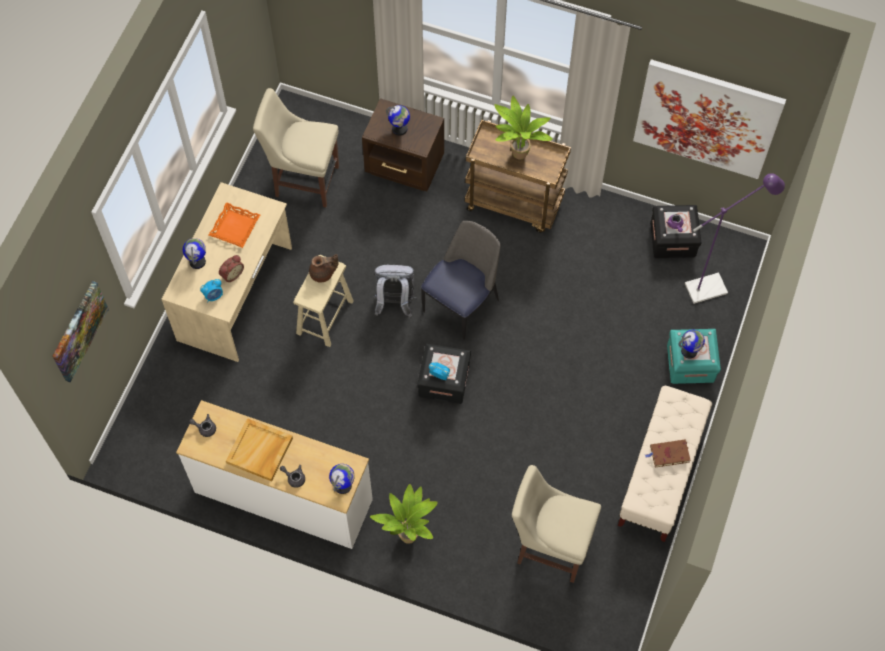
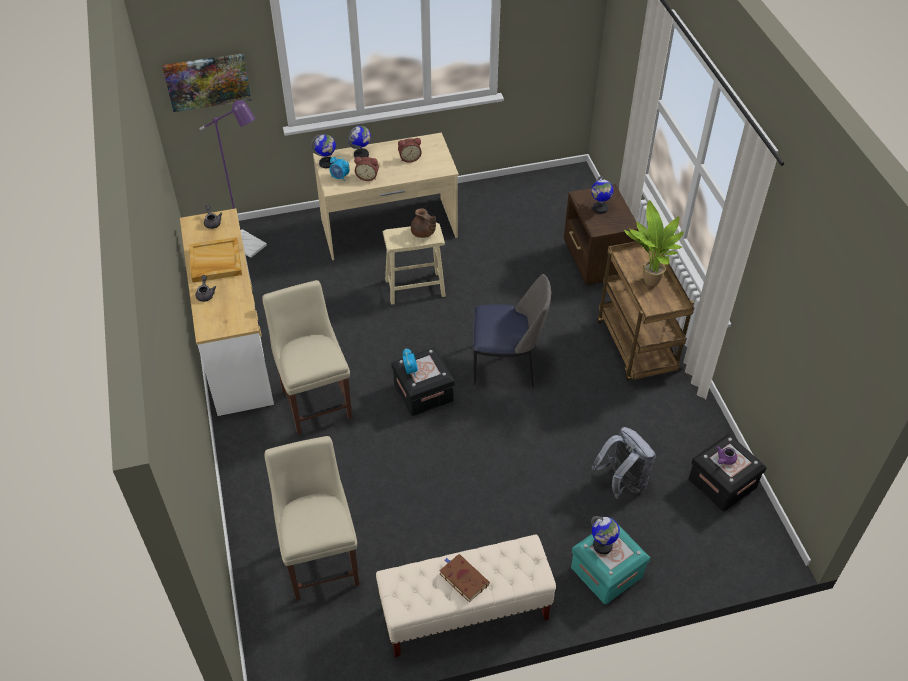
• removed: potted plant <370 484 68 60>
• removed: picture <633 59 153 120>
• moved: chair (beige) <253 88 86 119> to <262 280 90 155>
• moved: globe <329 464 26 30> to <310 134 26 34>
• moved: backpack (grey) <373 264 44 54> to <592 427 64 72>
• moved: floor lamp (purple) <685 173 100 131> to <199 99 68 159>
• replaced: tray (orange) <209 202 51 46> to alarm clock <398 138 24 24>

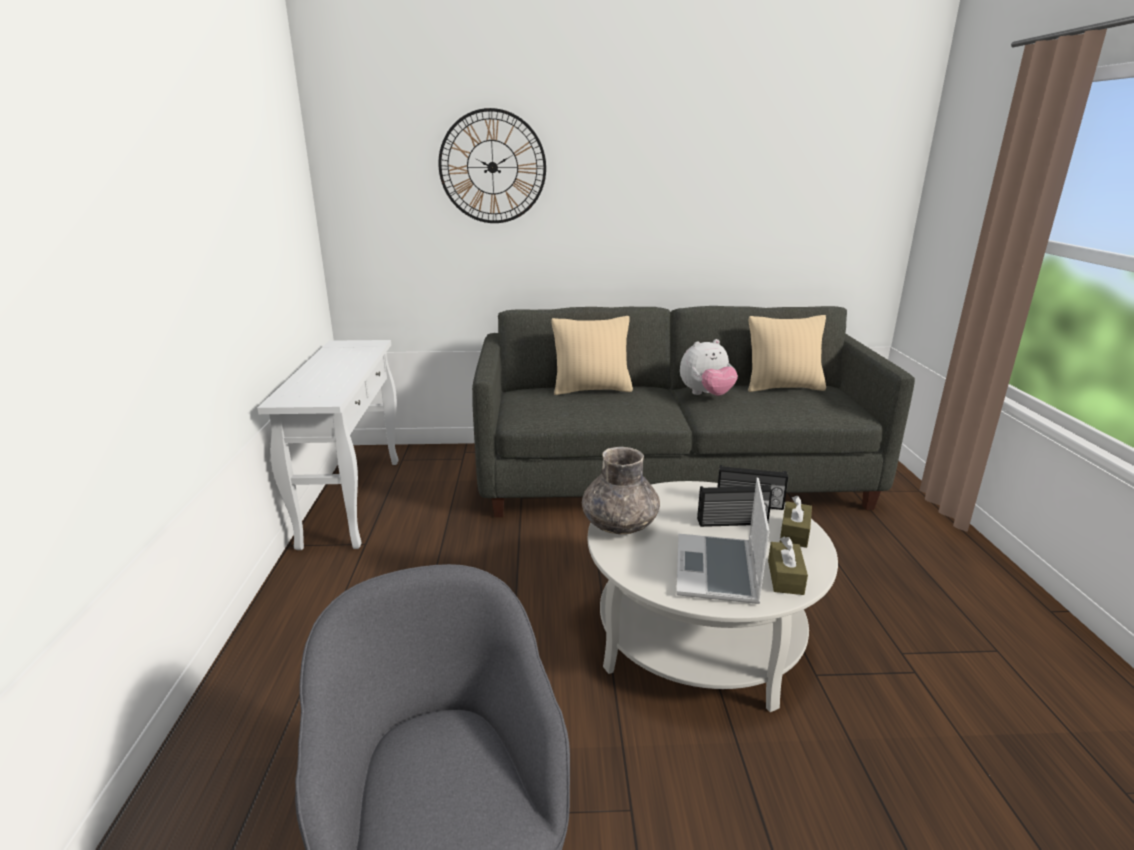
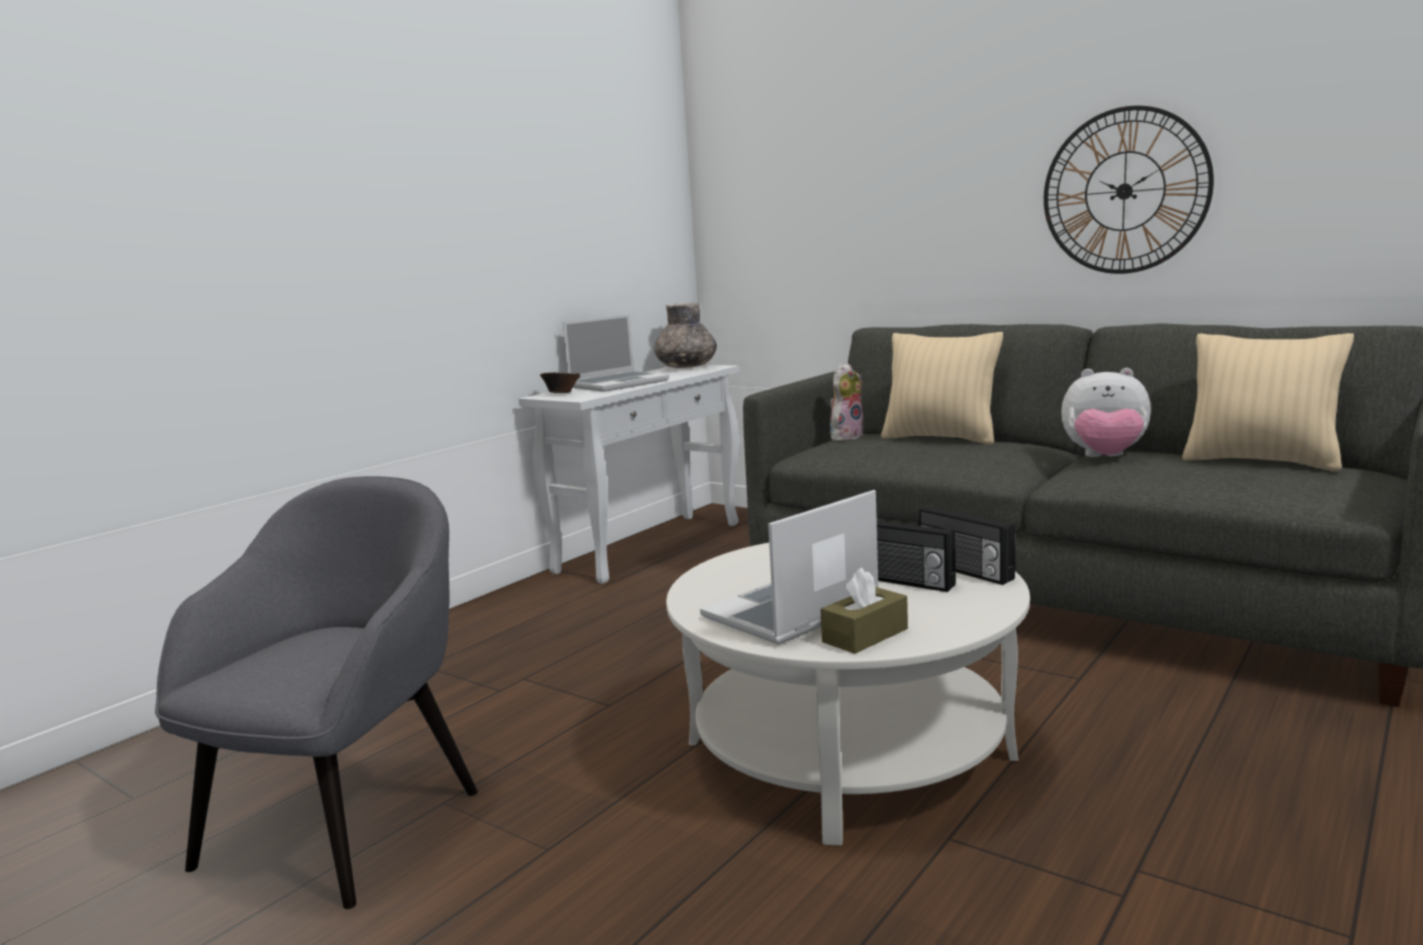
• removed: tissue box (brown) <780 496 32 52>
• added: bowl (brown) <540 372 40 21>
• added: laptop <563 314 106 78>
• added: plush toy <830 363 33 78>
• moved: wall clock <438 108 108 115> to <1044 106 170 168>
• moved: vase (grey) <582 447 78 87> to <654 303 63 65>

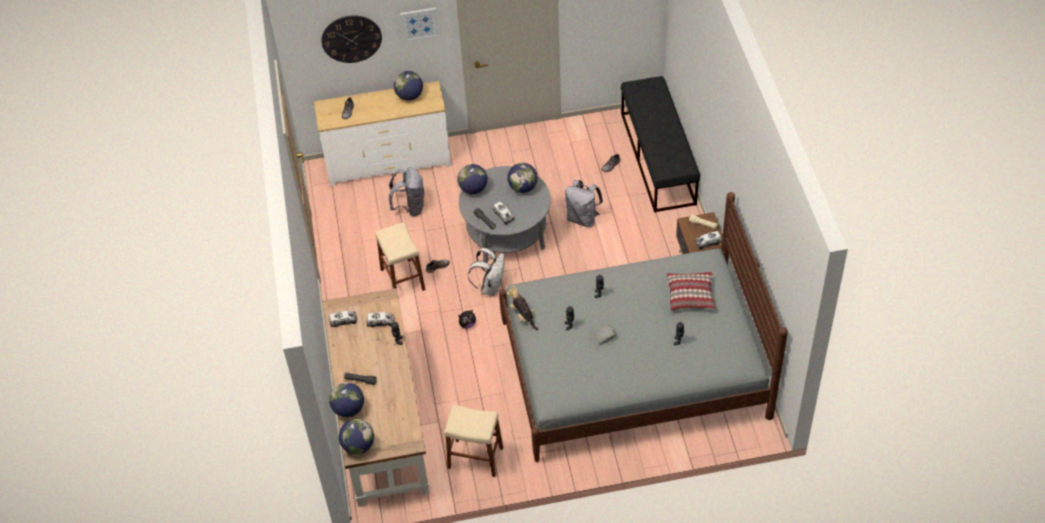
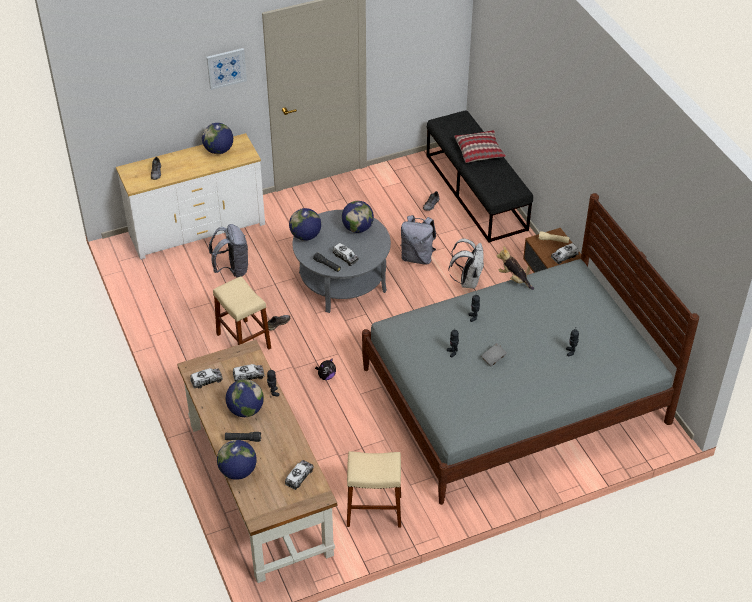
• removed: wall clock <322 15 60 48>
• added: toy truck <285 460 29 30>
• moved: globe <339 419 35 36> to <226 379 38 38>
• moved: backpack (white) <468 248 36 48> to <448 239 36 50>
• moved: plush toy <507 285 31 46> to <496 246 38 44>
• moved: pillow <667 272 49 39> to <454 130 52 33>

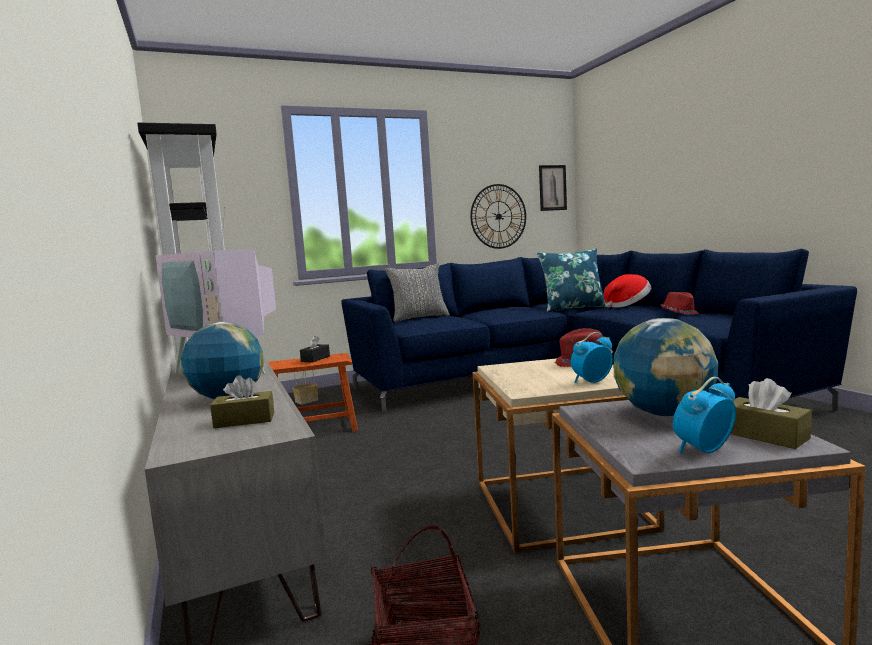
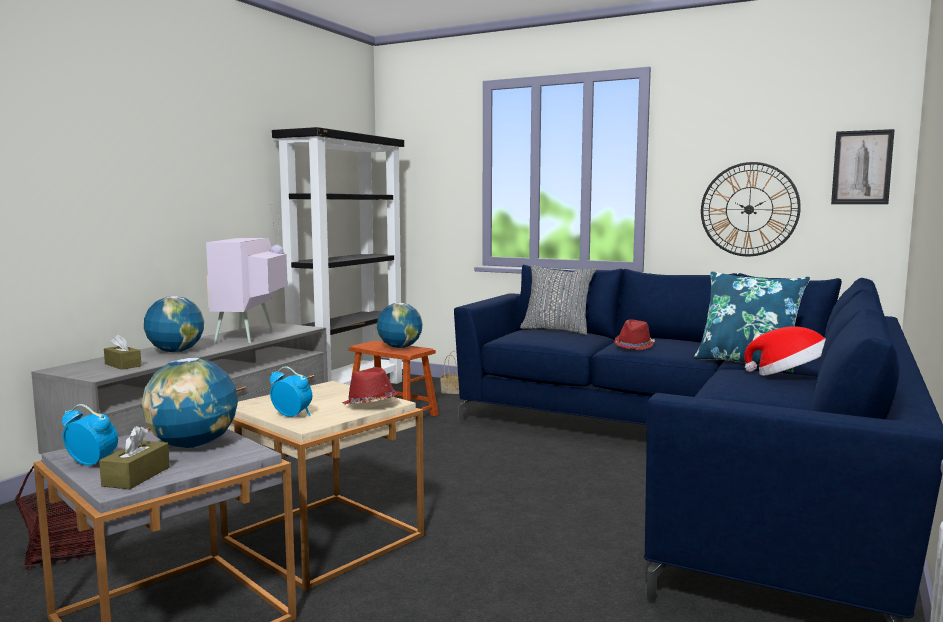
• moved: hat (red) <660 292 39 23> to <614 319 41 31>
• replaced: tissue box (black) <300 335 30 28> to globe <377 303 46 45>

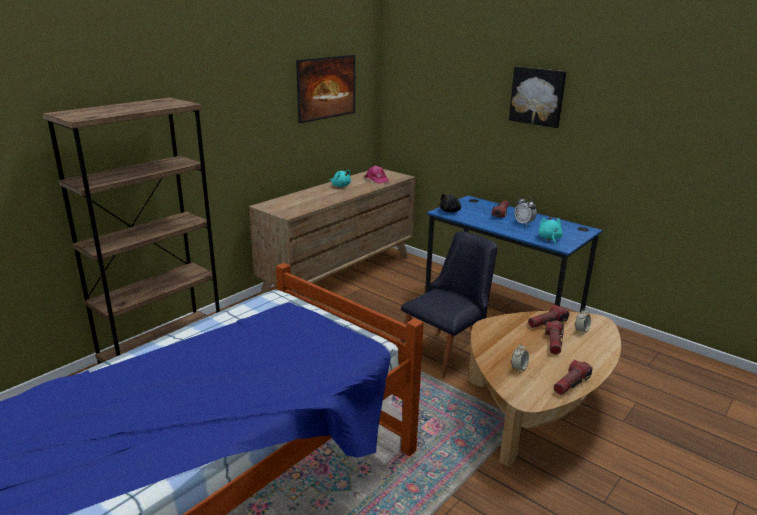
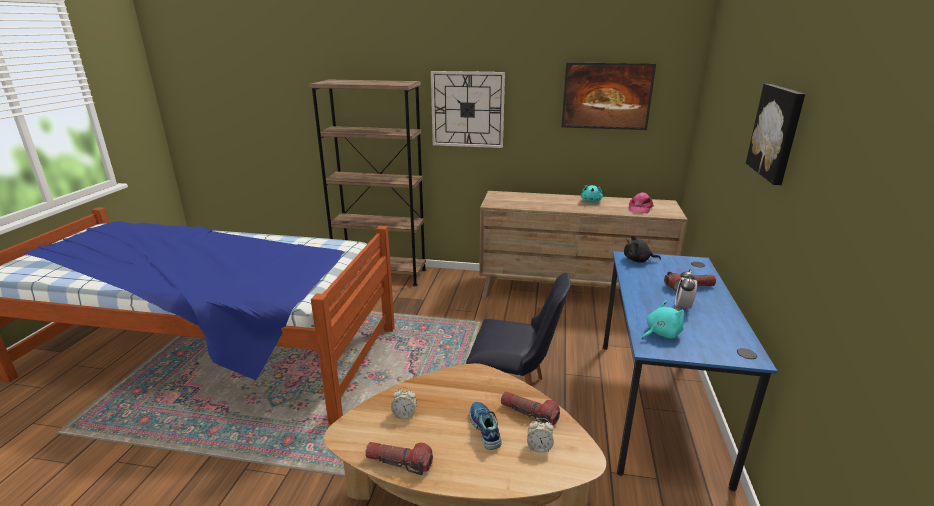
• added: wall clock <431 71 74 77>
• replaced: flashlight <545 321 19 34> to shoe <470 402 32 48>

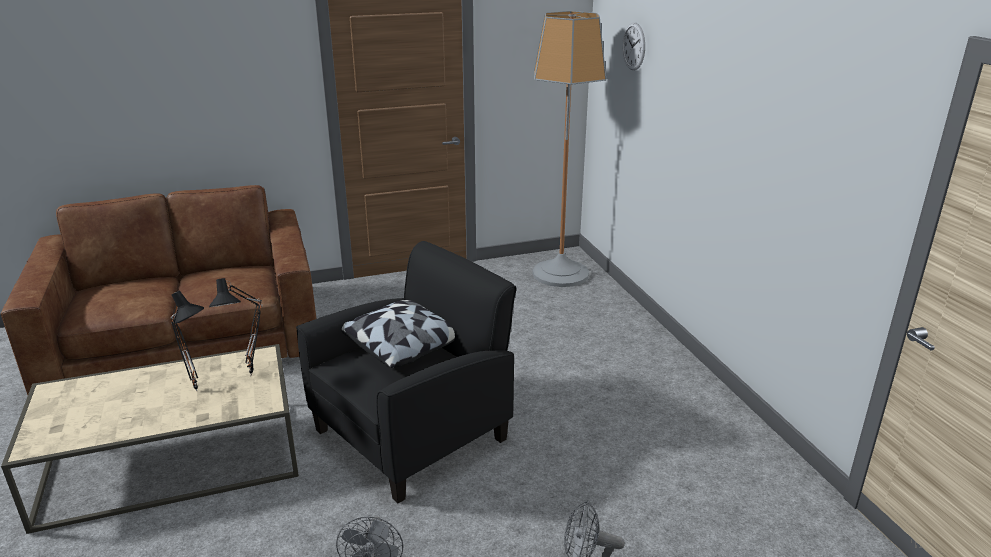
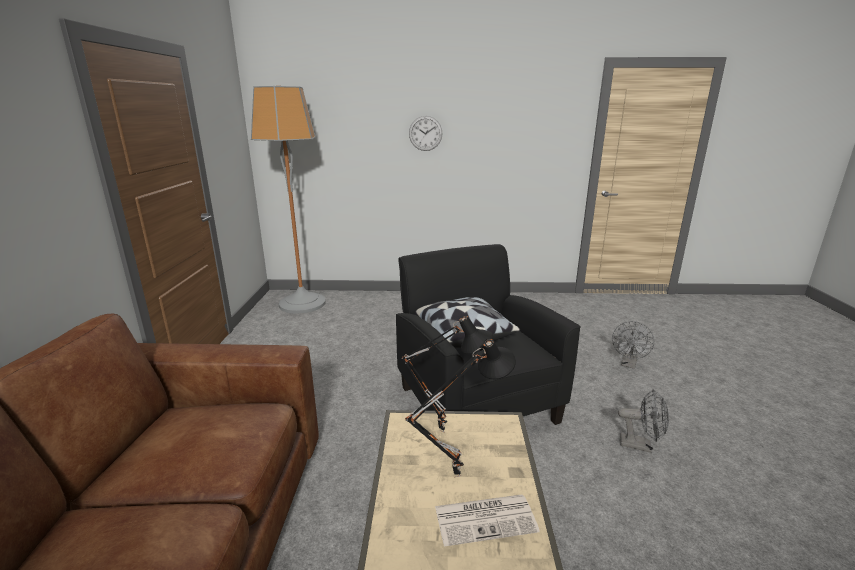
• added: newspaper <435 495 105 52>
• moved: wall clock <622 22 23 48> to <409 116 34 35>

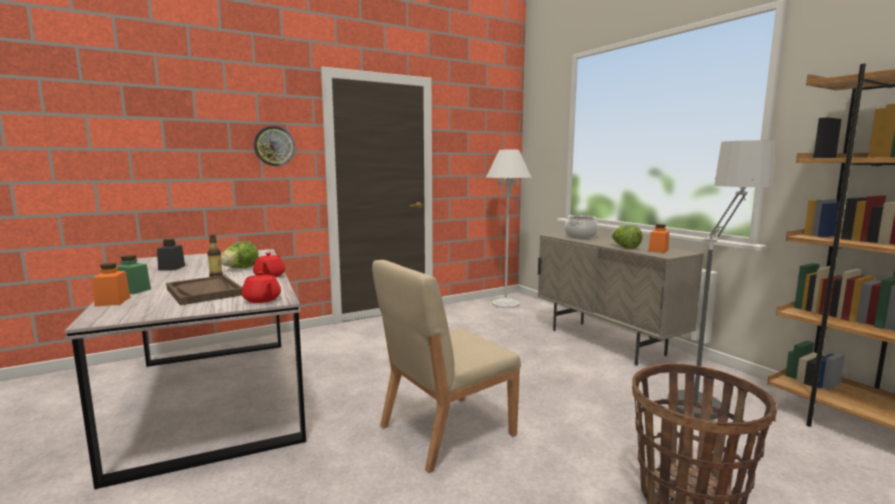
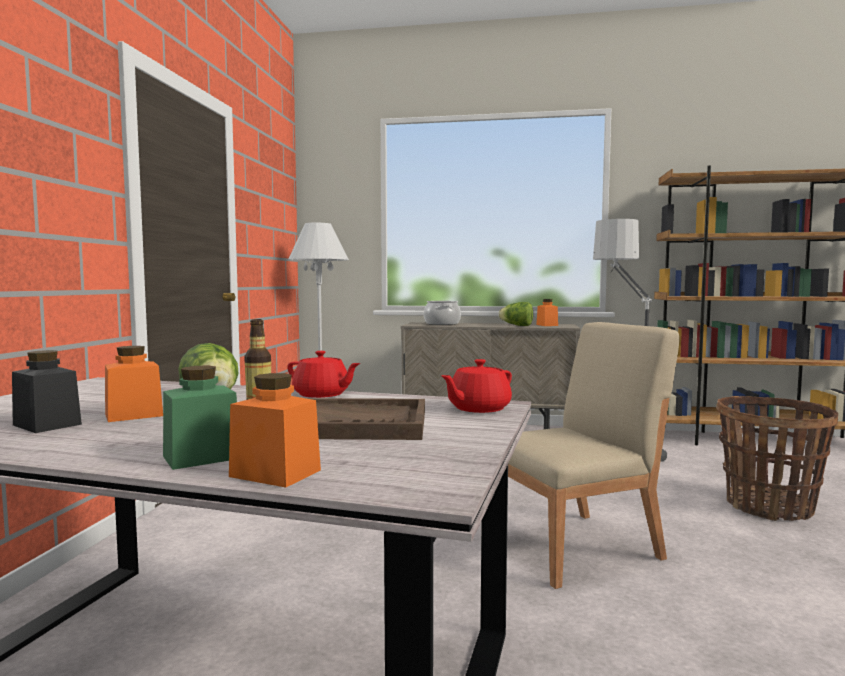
• removed: wall clock <254 126 41 40>
• added: jar (orange) <105 346 58 76>
• turned: teapot (red) <241 271 40 32> = <442 359 70 54> 135 degrees clockwise
• turned: chair (beige) <372 260 149 213> = <508 322 172 267> 120 degrees counterclockwise

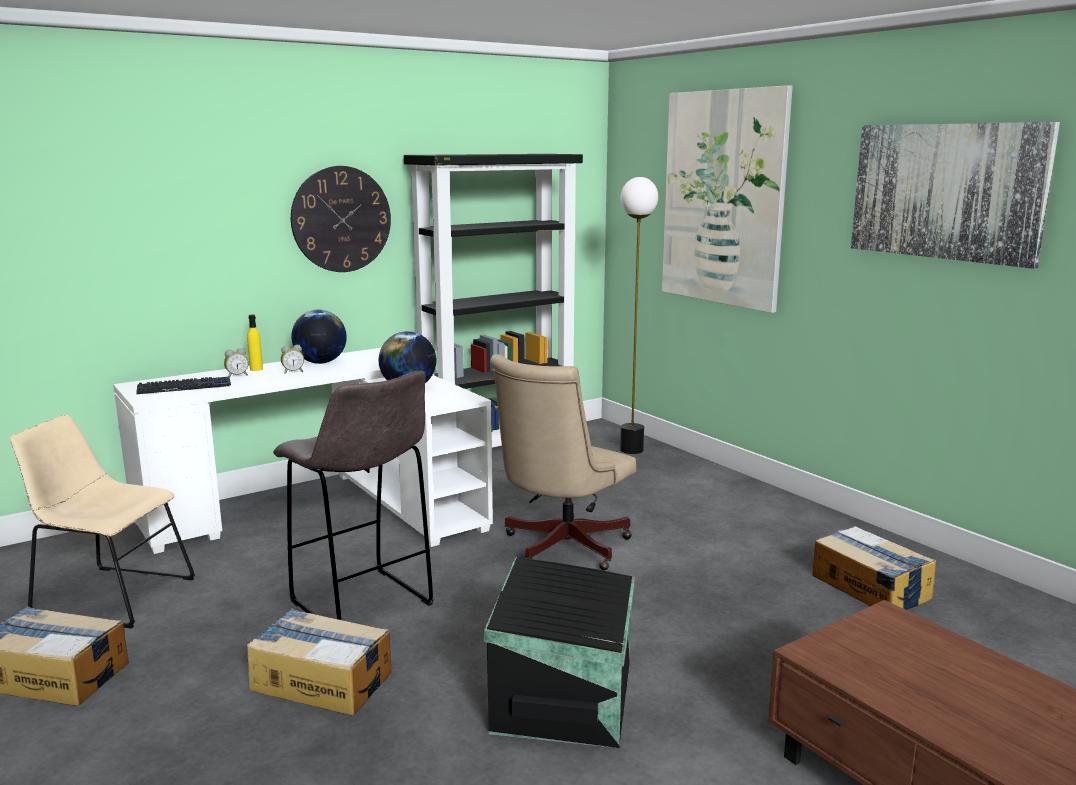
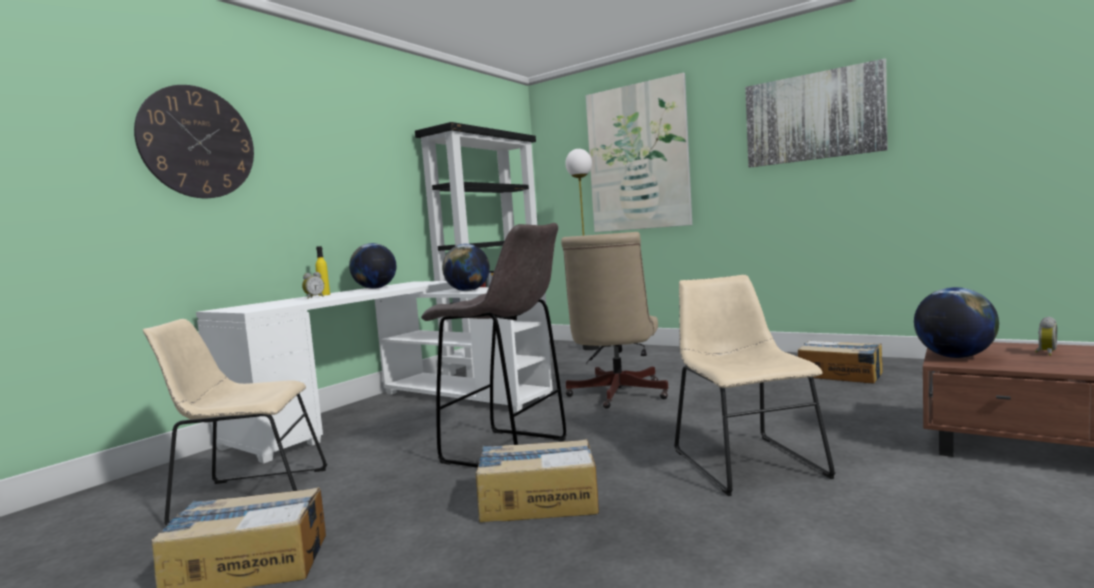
• removed: keyboard <136 377 95 17>
• added: globe <914 287 85 71>
• moved: alarm clock <281 345 23 29> to <1035 317 22 39>
• moved: wall clock <291 166 100 106> to <134 85 120 113>
• replaced: storage box (black) <484 557 151 191> to chair (beige) <674 275 162 221>

